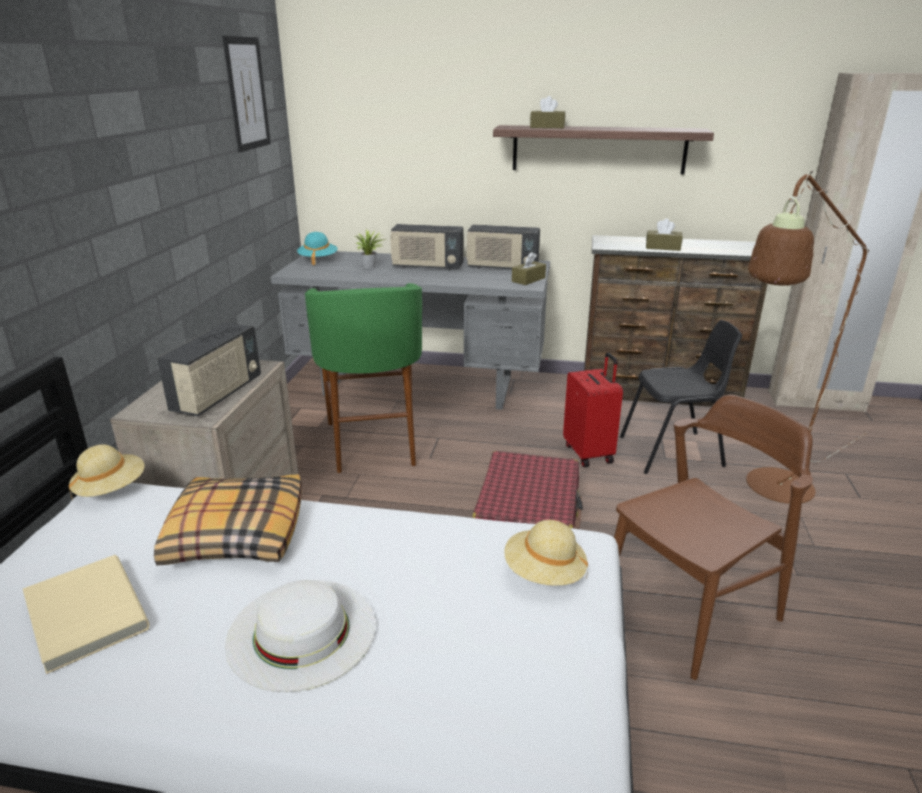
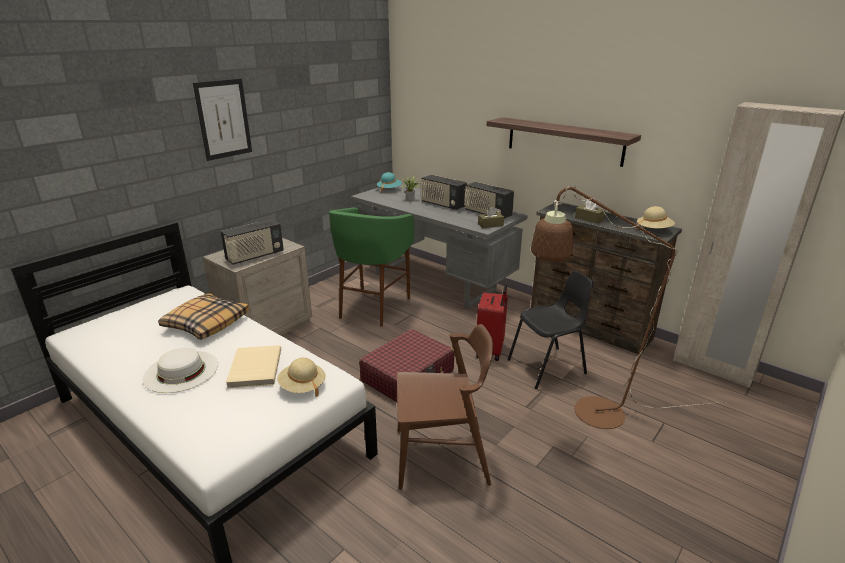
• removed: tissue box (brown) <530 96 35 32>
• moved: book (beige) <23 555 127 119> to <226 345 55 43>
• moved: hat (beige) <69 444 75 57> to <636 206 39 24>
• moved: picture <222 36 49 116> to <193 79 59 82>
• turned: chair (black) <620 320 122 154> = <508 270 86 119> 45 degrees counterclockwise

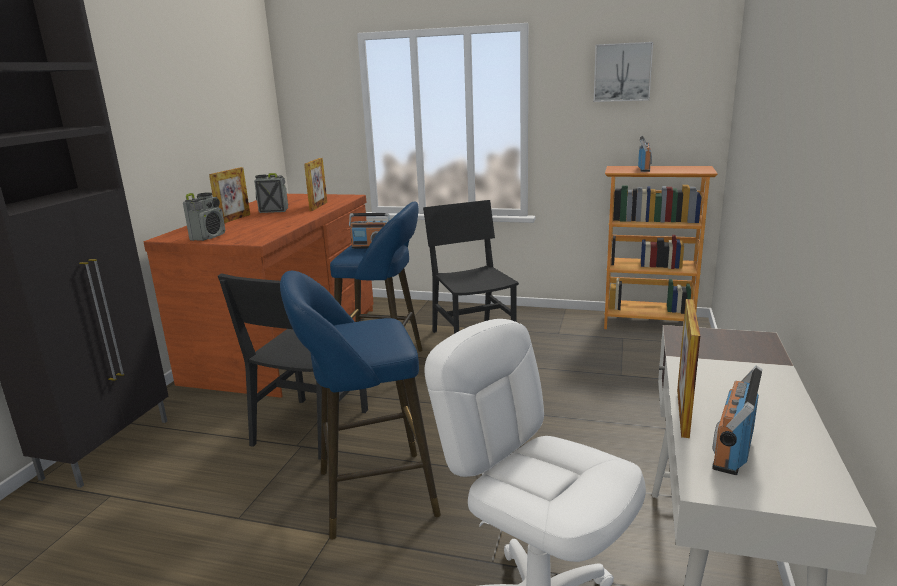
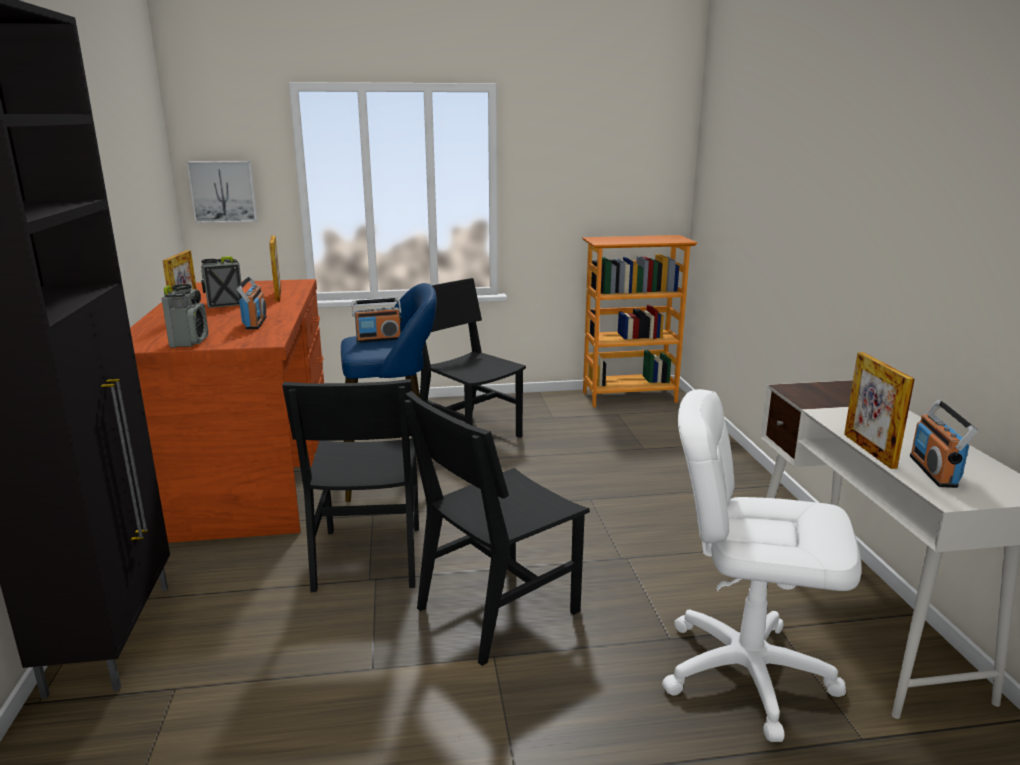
• moved: picture <594 42 59 60> to <187 161 70 62>
• moved: radio <638 136 14 36> to <236 276 31 53>
• replaced: stool (blue) <280 271 161 269> to chair (black) <404 391 186 275>

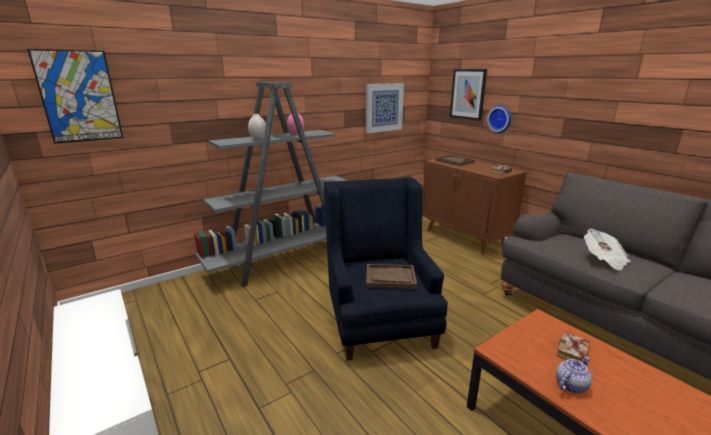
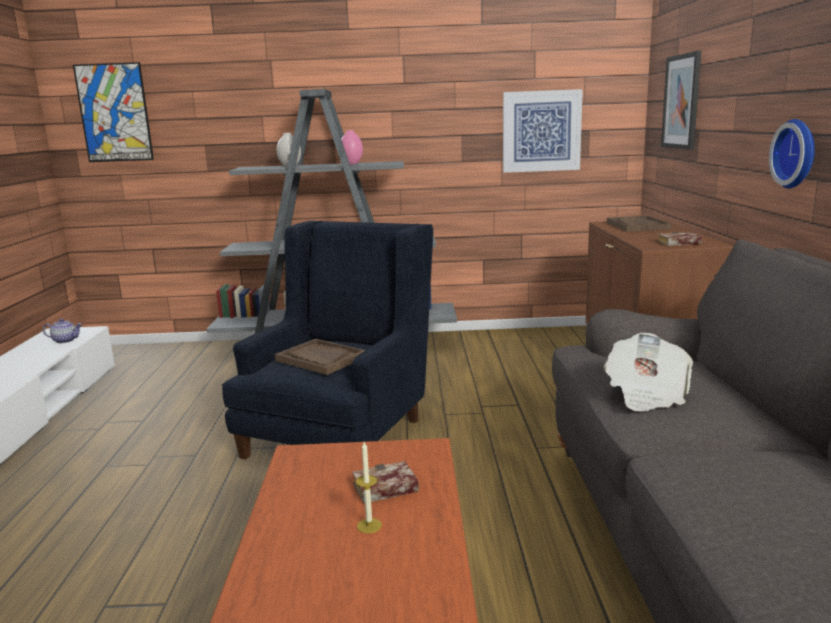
• added: candle <356 442 26 91>
• moved: wall clock <487 105 24 28> to <769 119 46 69>
• moved: teapot <556 357 36 36> to <43 319 39 24>

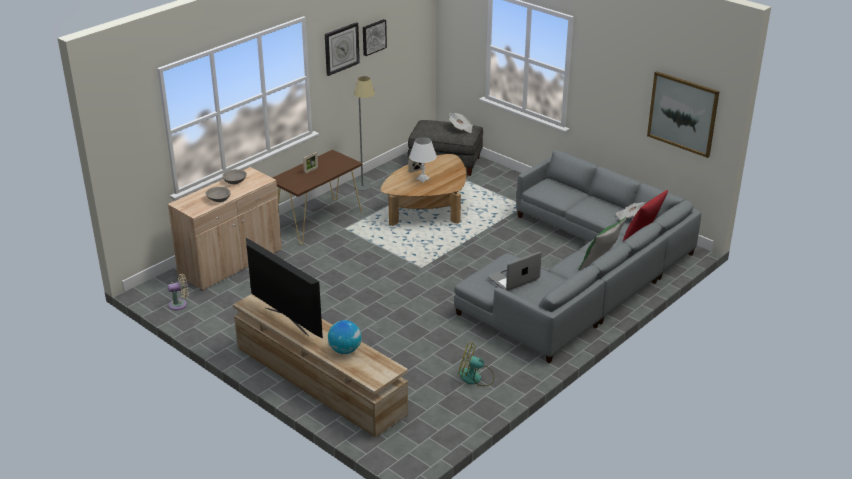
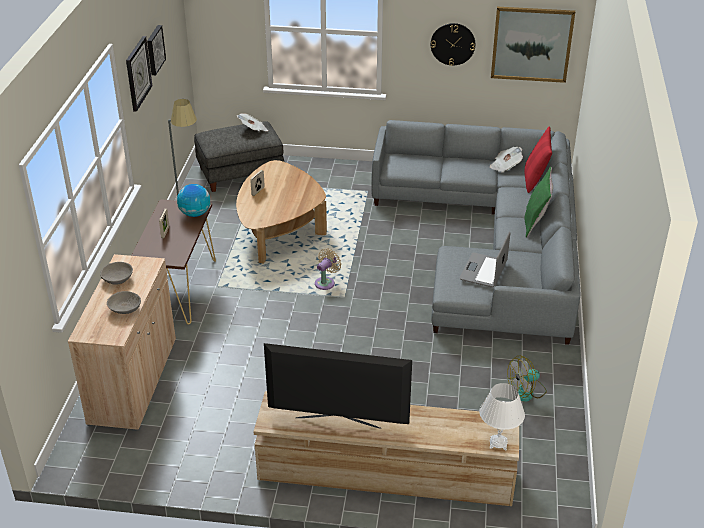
• added: wall clock <431 23 44 43>
• moved: fan (beige) <168 274 21 36> to <315 248 26 42>
• moved: globe <328 320 33 34> to <177 184 33 33>
• moved: table lamp (white) <409 137 28 46> to <479 383 46 67>

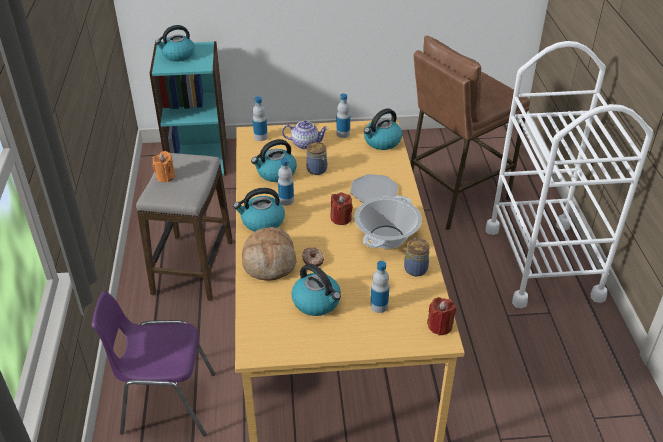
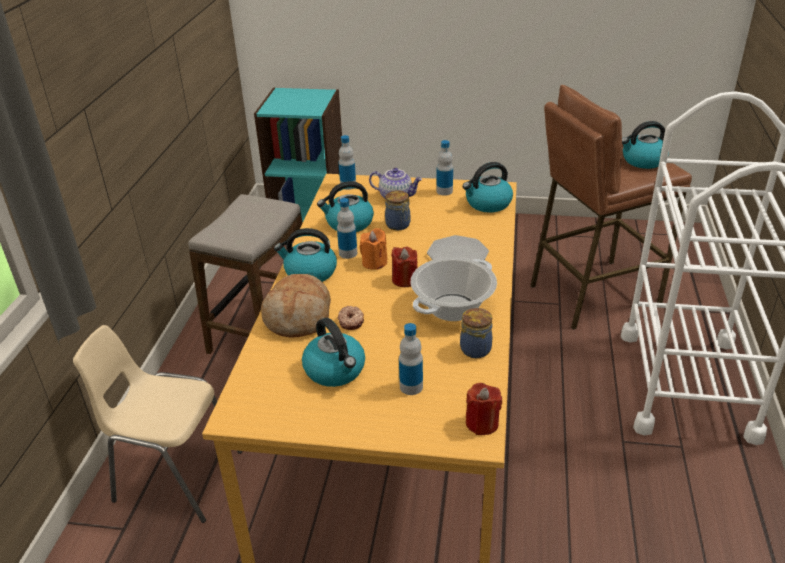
• moved: candle (orange) <153 151 22 31> to <360 228 27 42>
• moved: kettle <155 25 40 36> to <622 121 47 48>
• recoloured: chair (purple) <92 291 123 146> to chair (beige) <73 325 169 198>

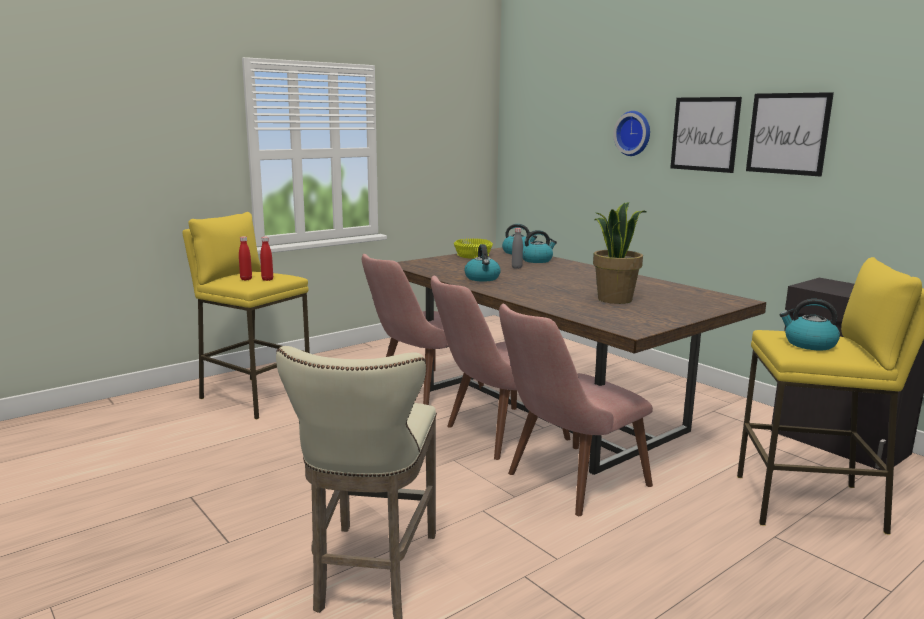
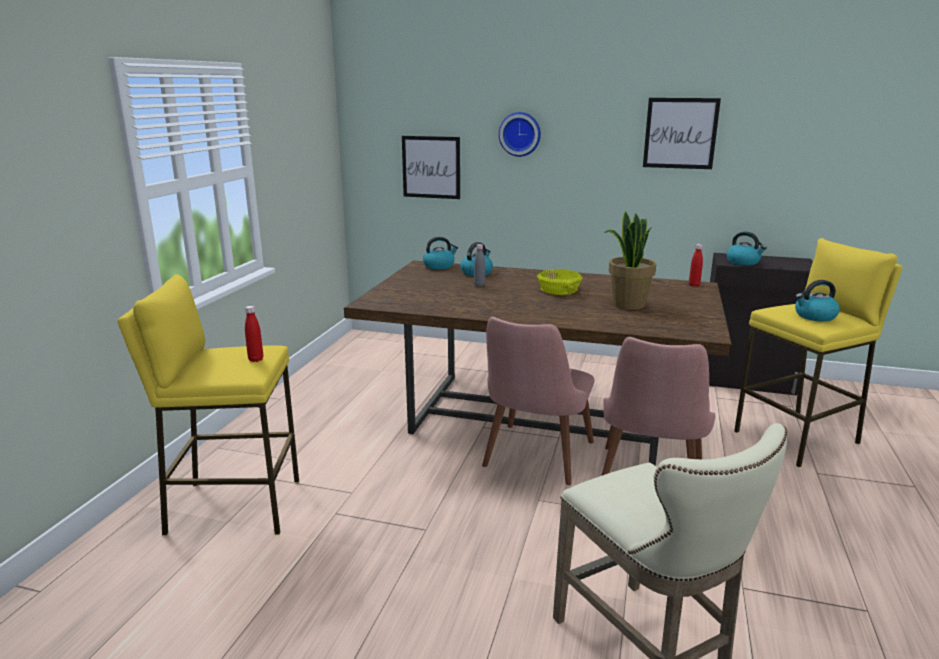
• removed: chair (pink) <362 254 122 151>
• moved: bottle (red) <239 236 13 44> to <689 244 14 43>
• moved: bowl (yellow) <454 238 39 21> to <537 269 46 26>
• moved: kettle <465 244 36 38> to <727 231 40 35>
• moved: picture <670 97 72 76> to <402 136 58 63>

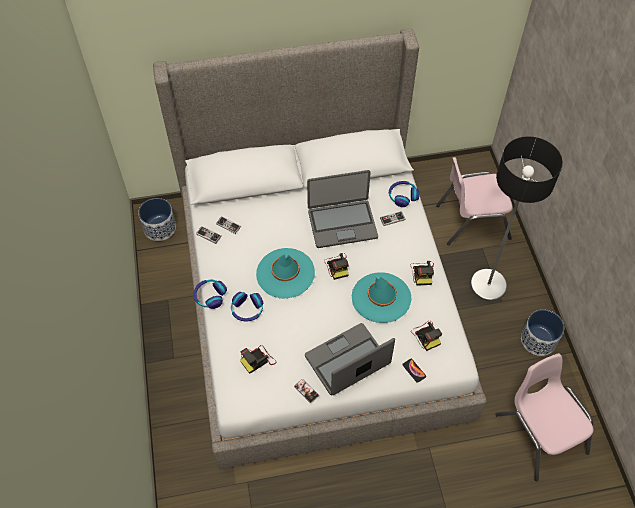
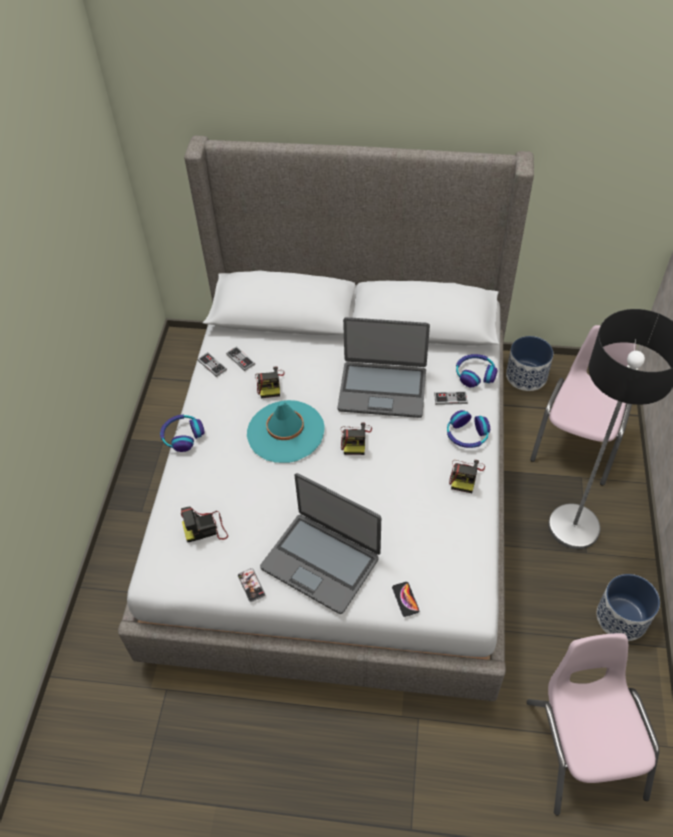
• removed: hat (turquoise) <352 272 60 51>
• moved: planter <138 198 38 43> to <506 336 48 55>
• moved: headphones <231 292 32 29> to <447 410 43 38>
• moved: photo camera <411 321 31 30> to <255 366 30 32>
• turned: laptop <305 323 90 72> = <260 473 121 141> 135 degrees counterclockwise
• turned: chair (pink) <436 157 77 88> = <530 325 107 161> 105 degrees clockwise

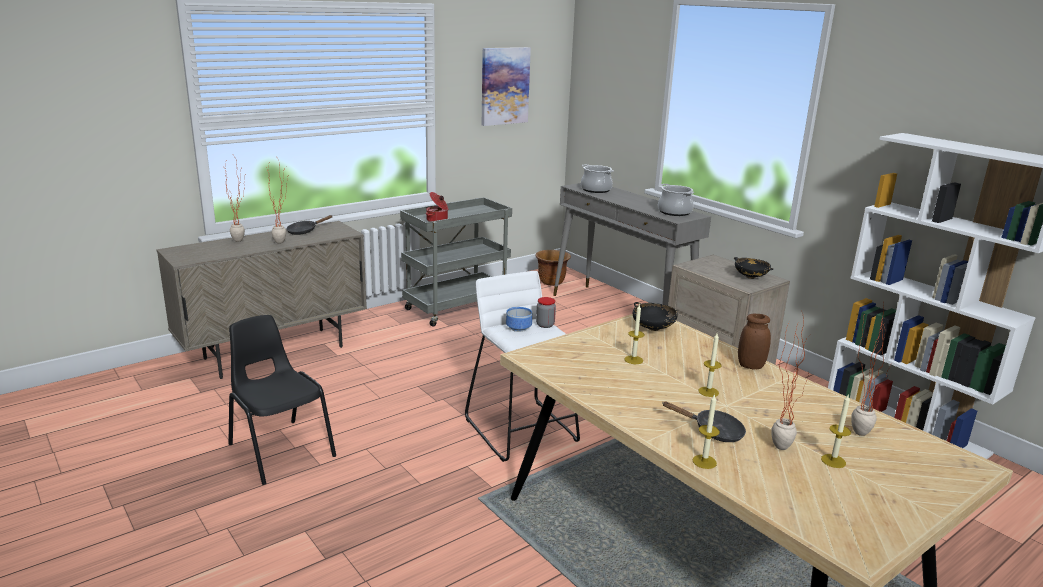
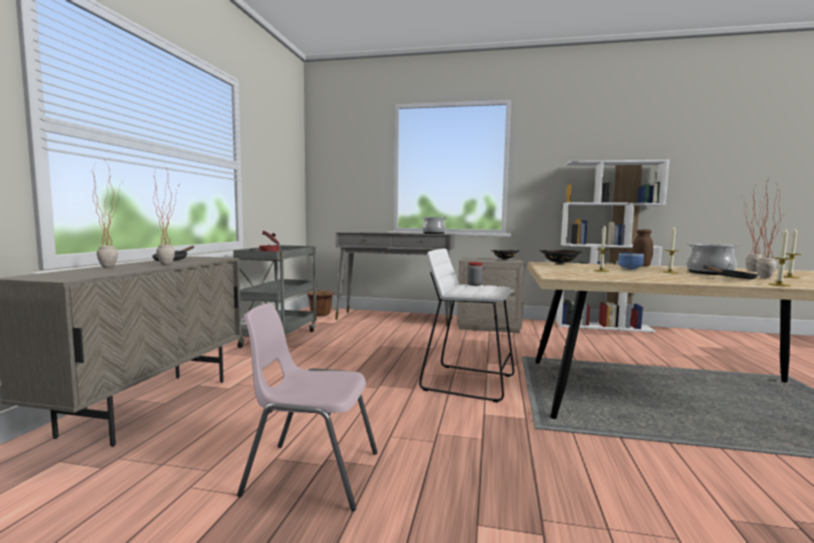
• removed: picture <482 47 49 79>
• moved: bowl <506 307 26 25> to <618 253 26 17>
• moved: cooking pot <581 164 33 29> to <687 244 53 31>
• recoloured: chair (black) <228 315 108 170> to chair (pink) <237 304 141 207>

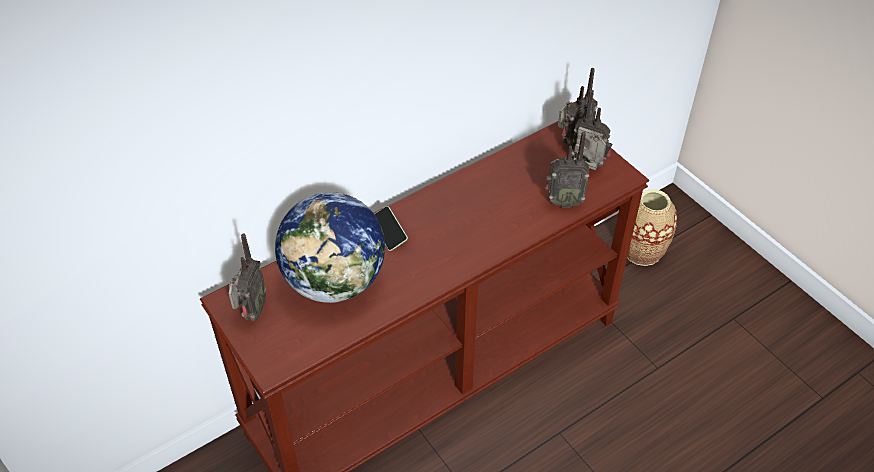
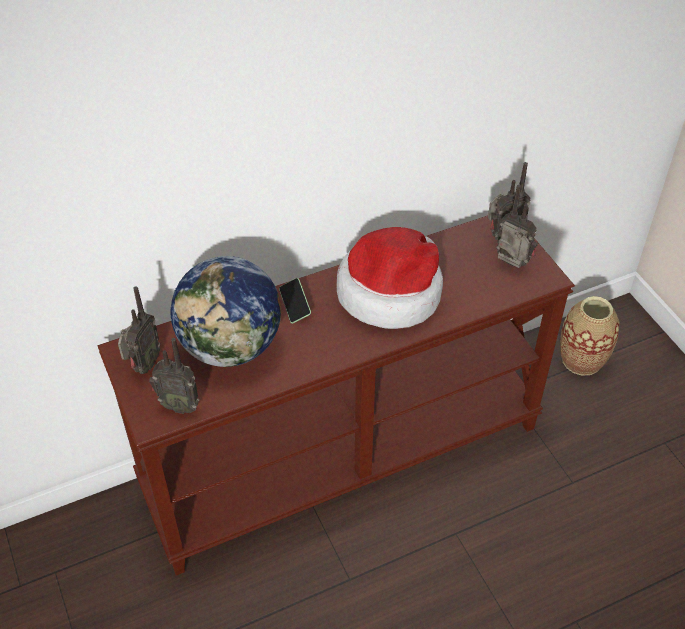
• added: hat <337 227 106 102>
• moved: radio <545 132 44 76> to <149 338 51 76>

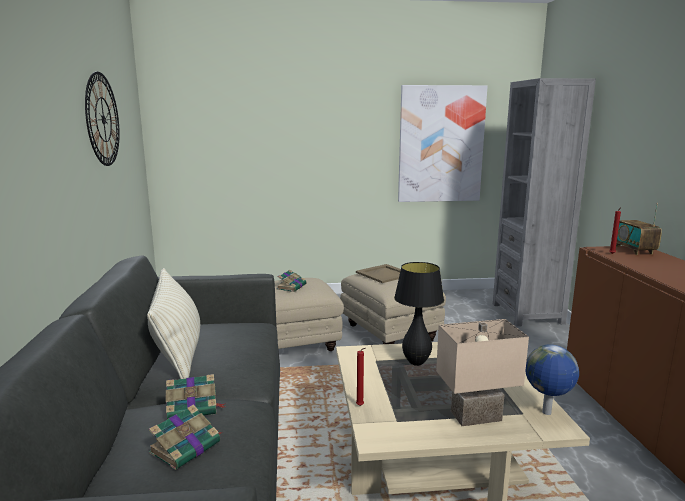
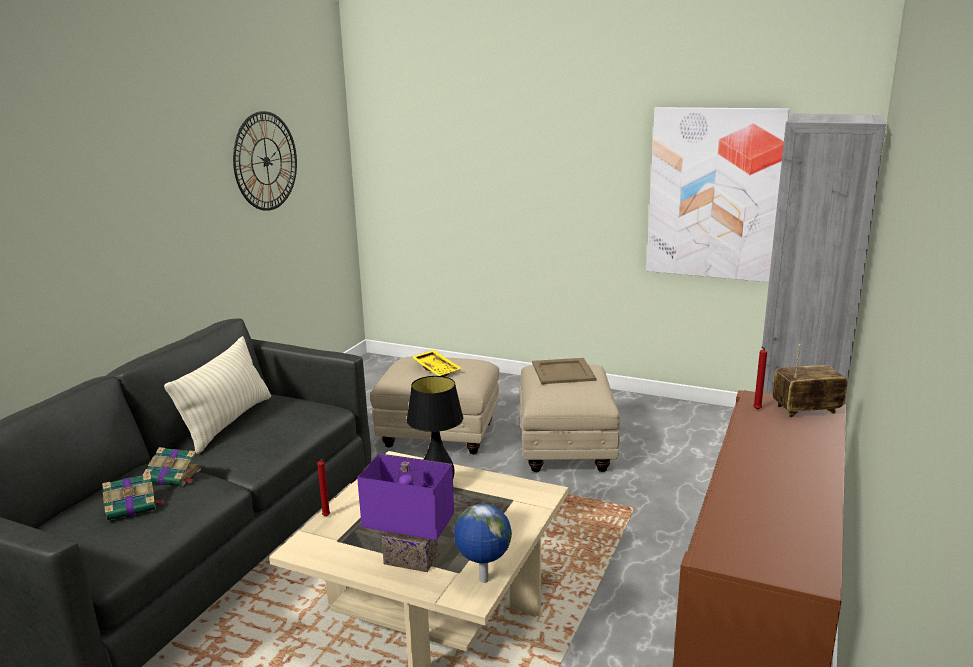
• replaced: book <276 270 30 22> to tray (yellow) <412 350 49 26>
• recoloured: table lamp (beige) <436 319 93 107> to table lamp (purple) <357 453 97 119>
• turned: radio <616 203 46 52> = <772 344 75 73> 60 degrees clockwise

